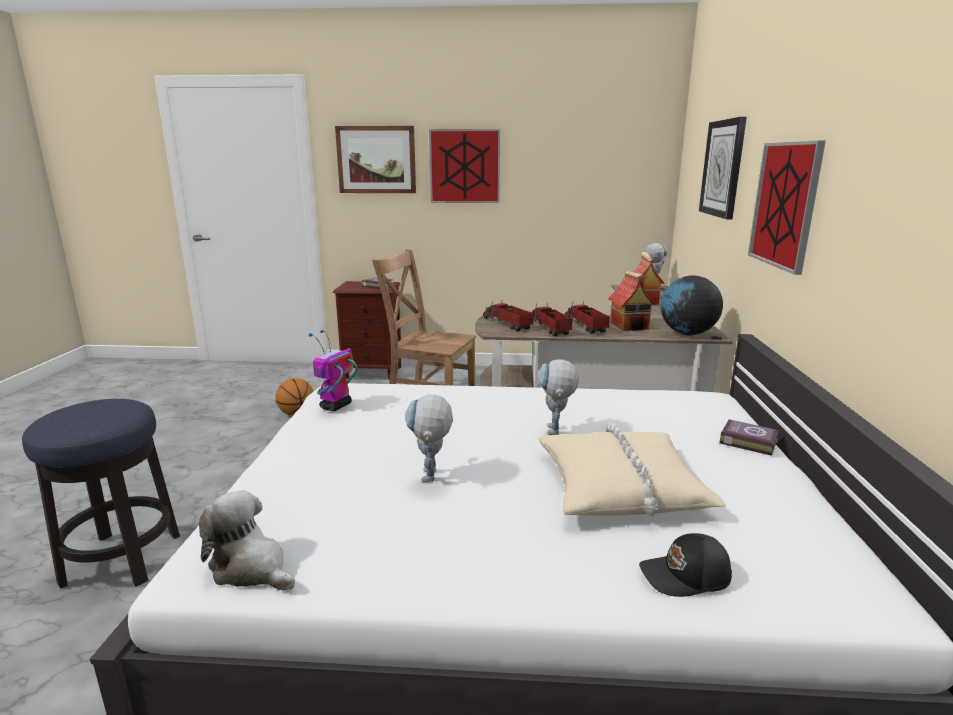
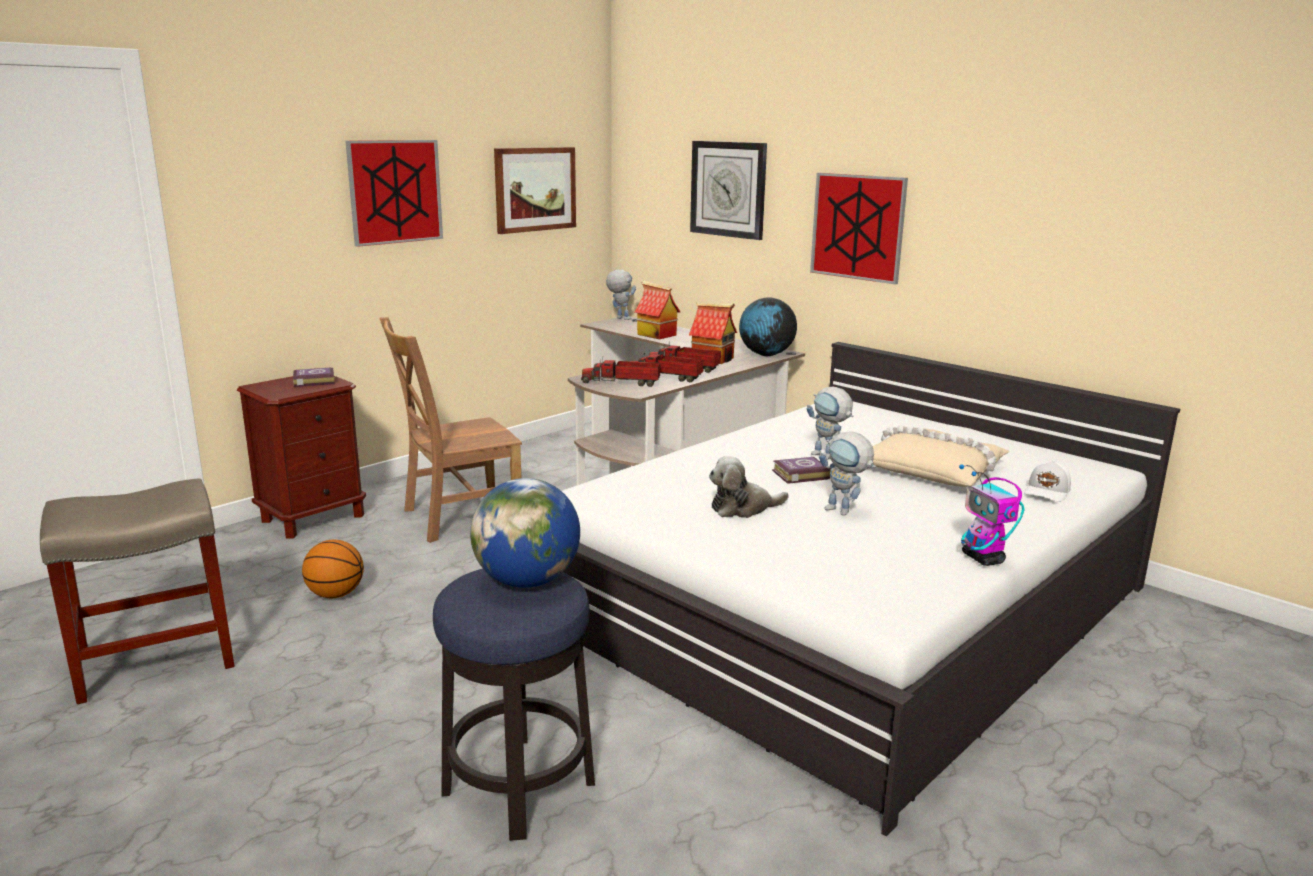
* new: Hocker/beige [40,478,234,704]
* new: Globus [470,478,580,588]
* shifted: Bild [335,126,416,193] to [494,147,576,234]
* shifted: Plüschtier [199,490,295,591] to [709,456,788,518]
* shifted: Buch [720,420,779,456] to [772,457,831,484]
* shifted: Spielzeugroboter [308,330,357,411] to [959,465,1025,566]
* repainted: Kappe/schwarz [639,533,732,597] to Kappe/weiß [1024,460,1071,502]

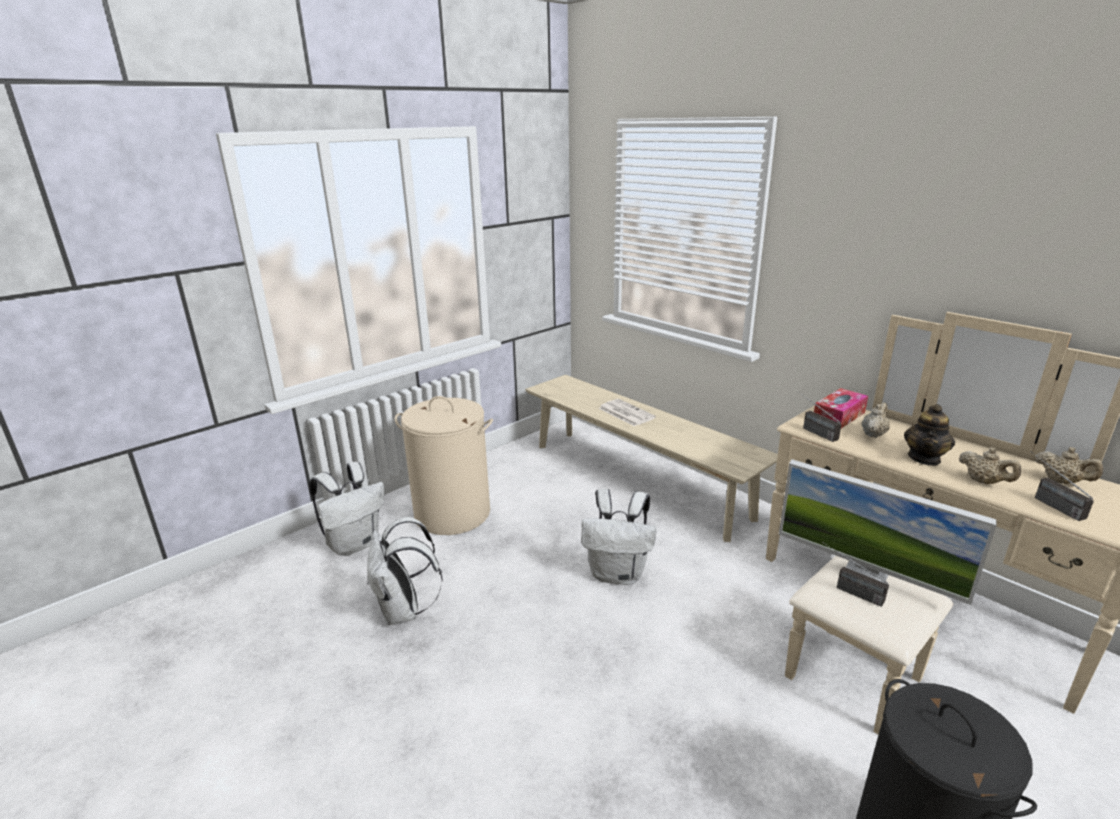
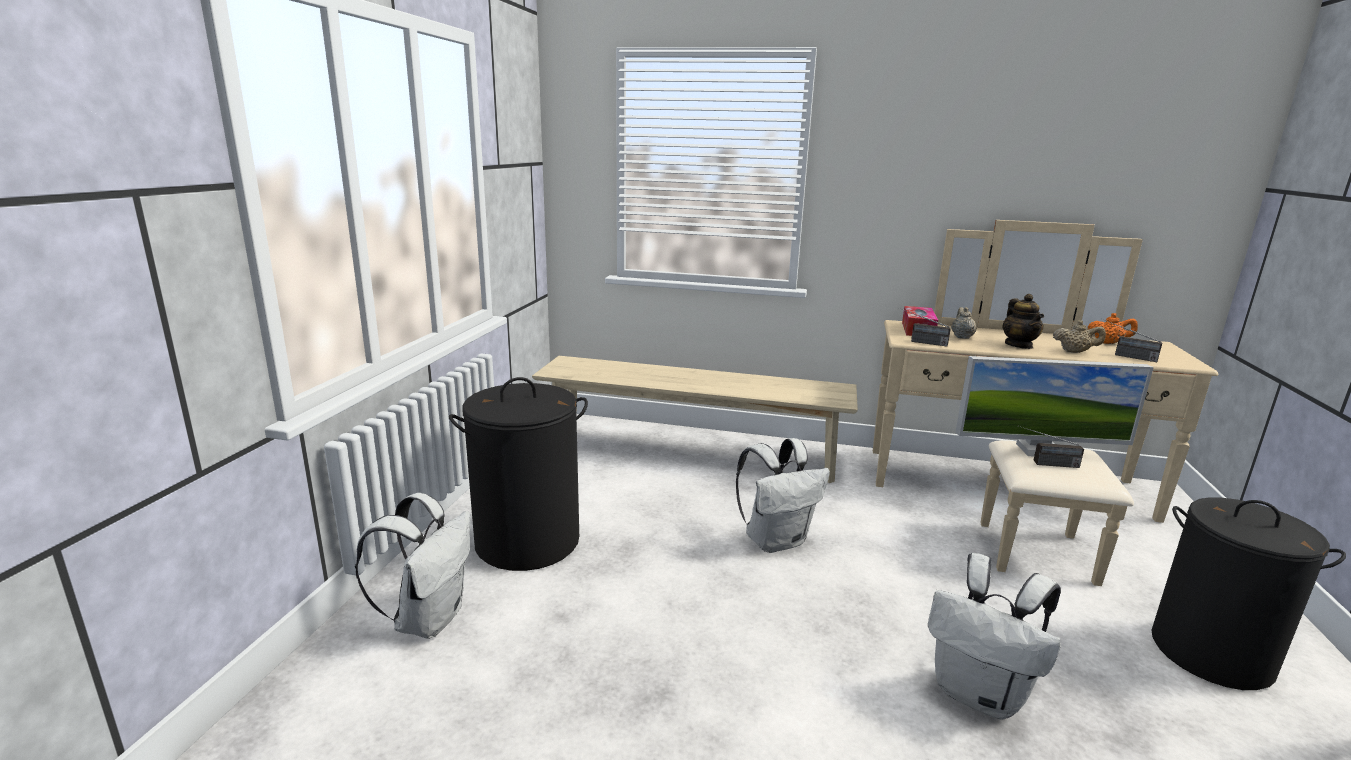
* repainted: Wäschekorb/beige [395,396,493,535] to Wäschekorb/schwarz [449,377,588,571]
* shifted: Rucksack/weiß [367,517,443,625] to [928,553,1061,720]
* repainted: Teekanne/beige [1035,447,1103,484] to Teekanne/orange [1088,313,1138,344]
* gone: Zeitung [599,399,656,426]

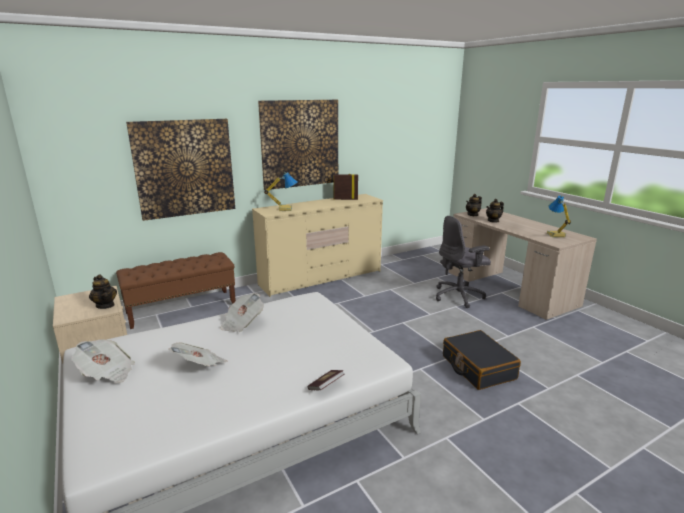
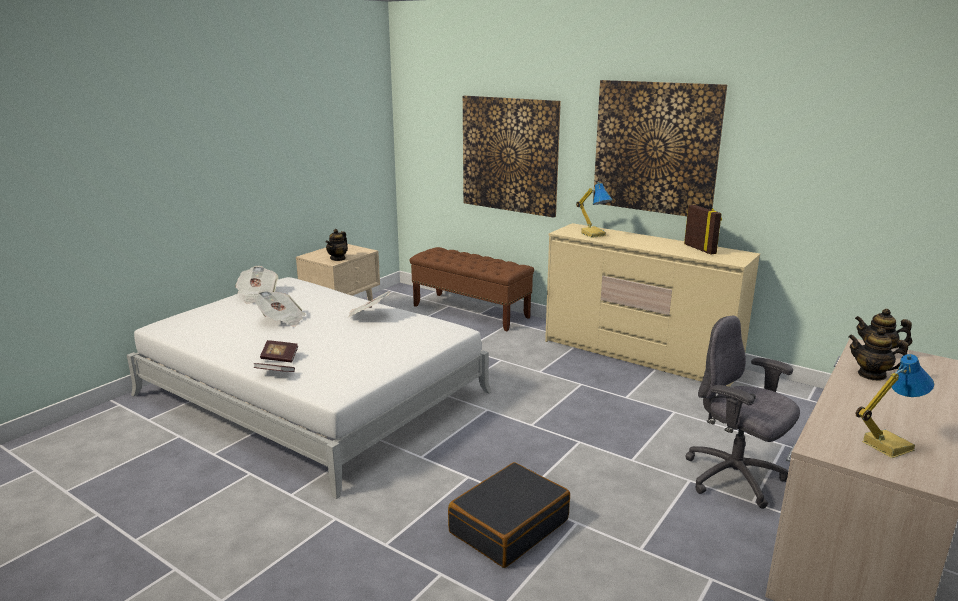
* new: Buch [260,340,298,362]

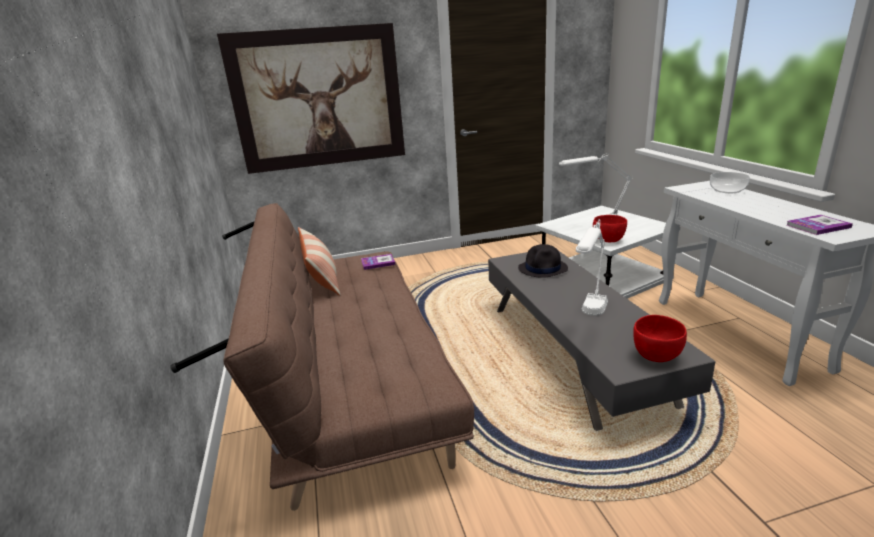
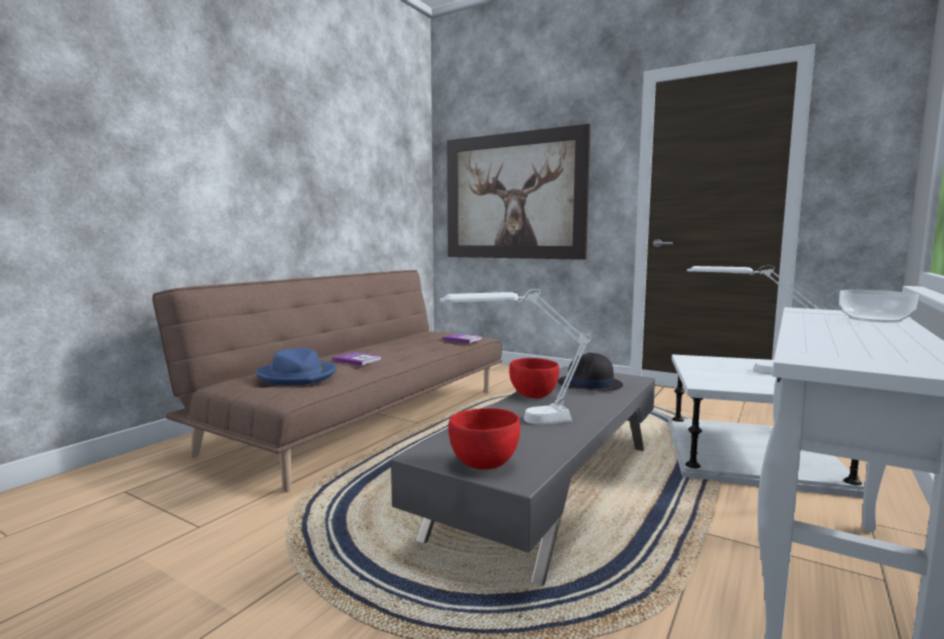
* new: Hut/blau [256,348,337,385]
* shifted: Buch [787,215,853,235] to [332,352,381,366]
* shifted: Schüssel/rot [593,215,627,242] to [509,358,559,398]
* gone: Kissen [298,227,340,295]

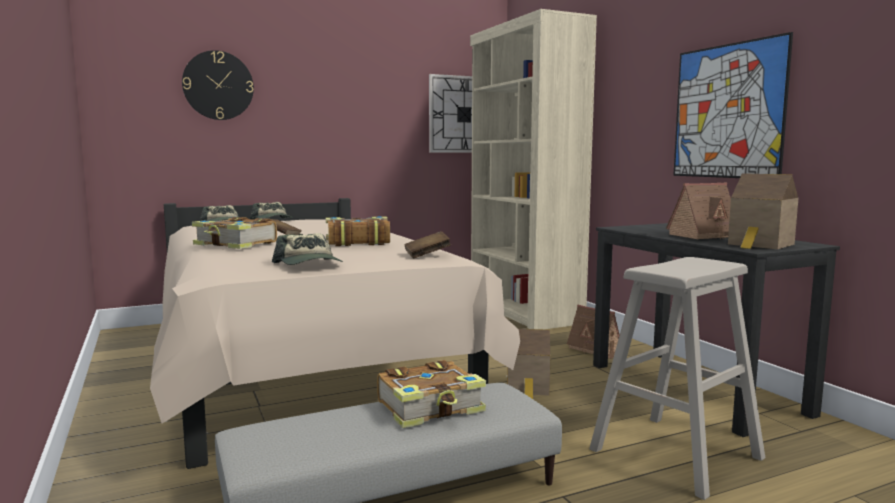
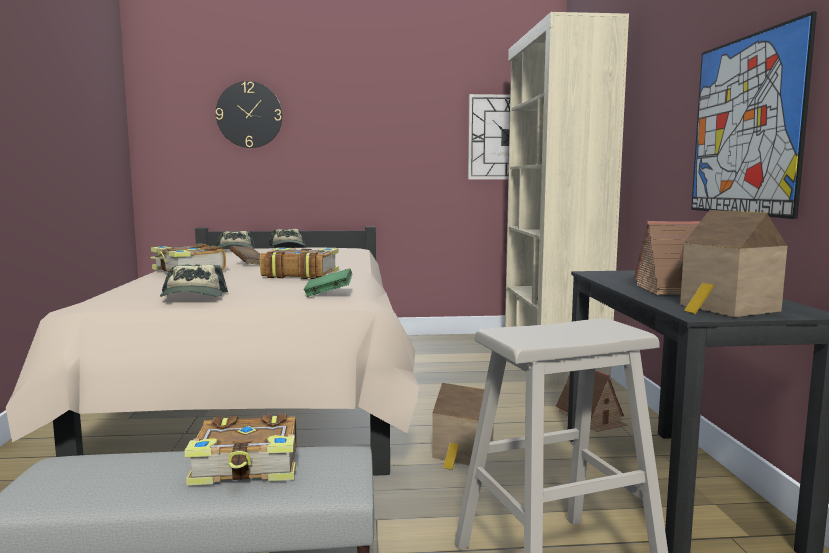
* repainted: Buch/braun [404,231,451,258] to Buch/grün [304,268,353,297]

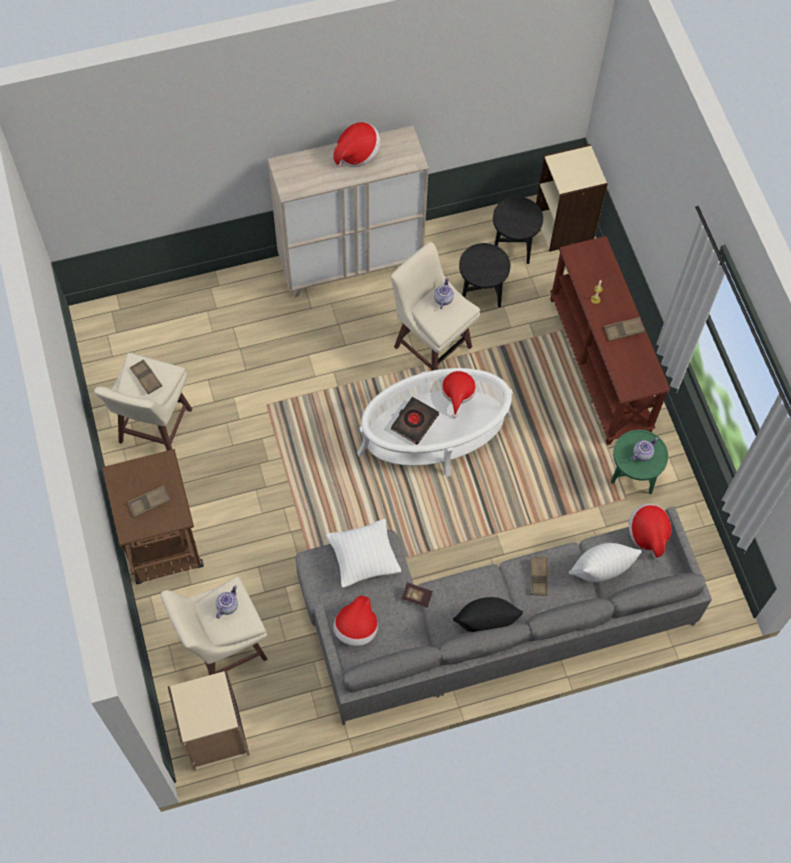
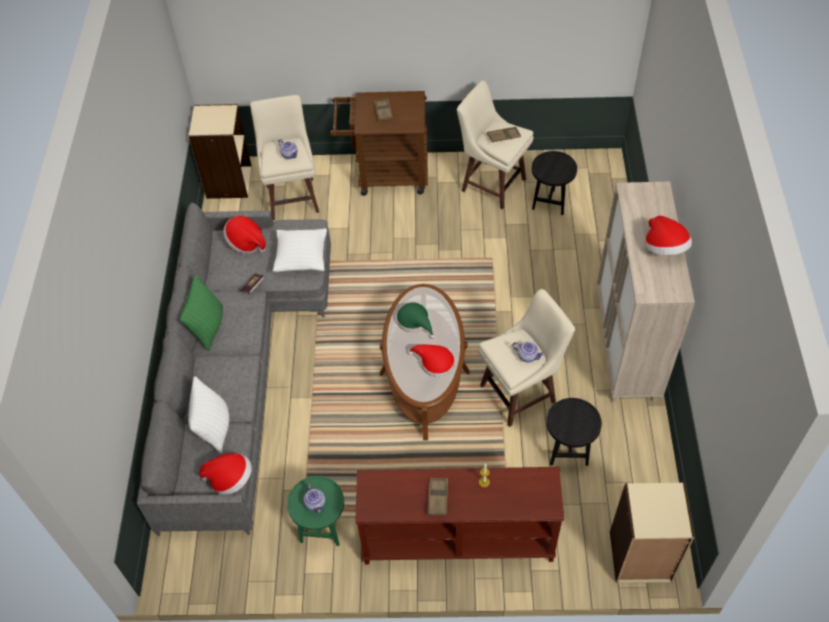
* repainted: Kissen/schwarz [453,597,523,632] to Kissen/grün [180,275,223,351]
* repainted: Couchtisch/weiß [357,368,513,477] to Couchtisch/braun [380,284,470,440]
* swapped: Buch/schwarz [391,397,439,445] to Hut/grün [396,302,435,339]
* shifted: Beistelltisch/schwarz [493,197,543,264] to [532,151,577,215]
* gone: Tablett/braun [530,556,548,596]

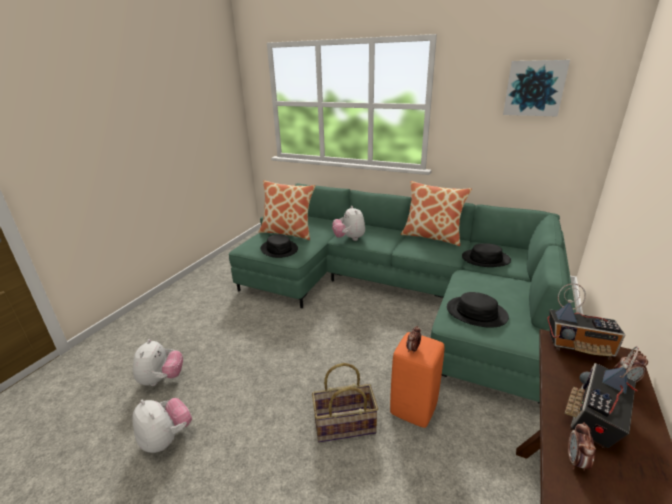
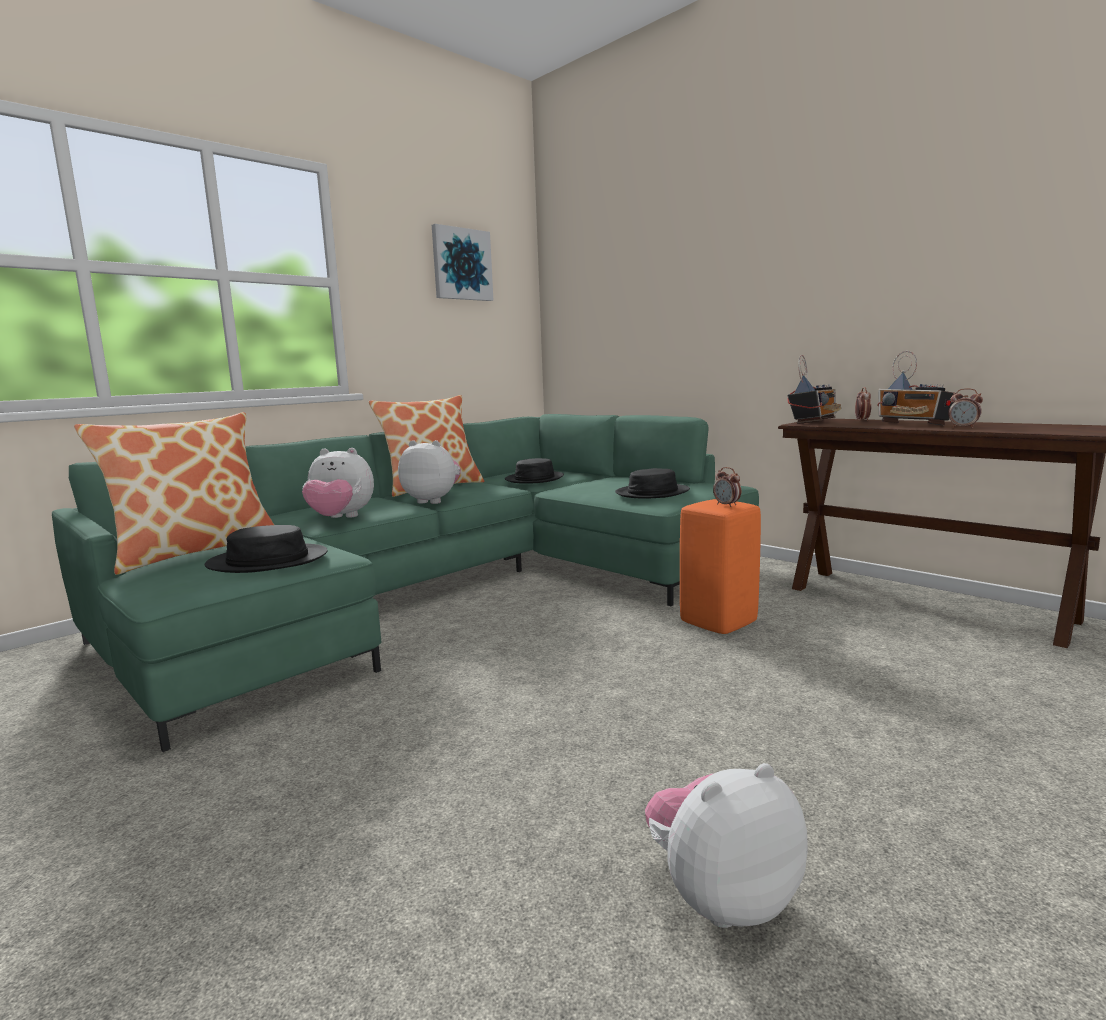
* shifted: Plüschtier [133,339,183,386] to [398,440,461,504]
* gone: Korb [312,363,378,442]

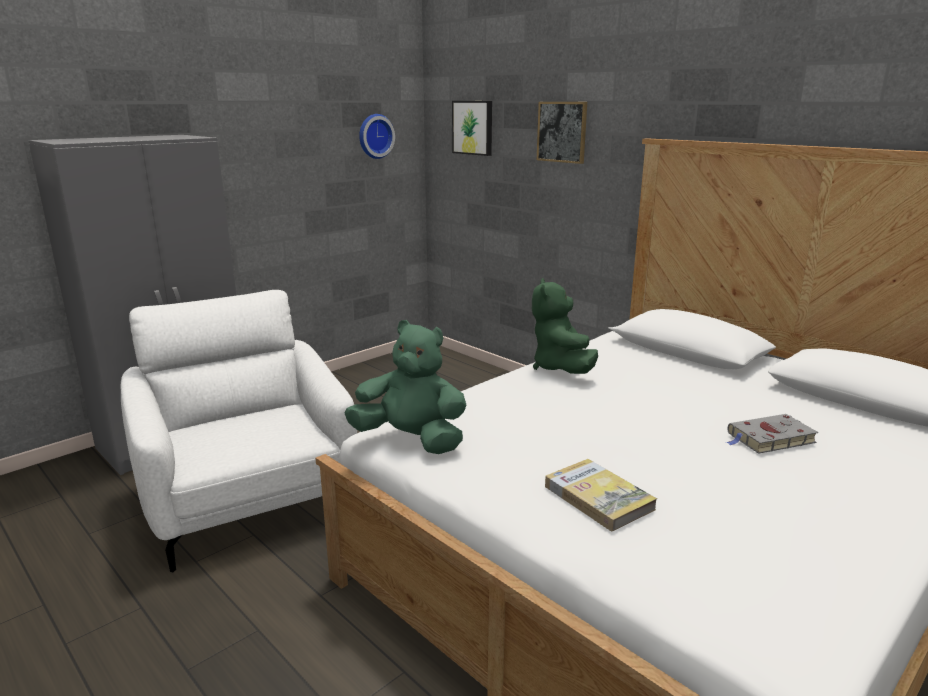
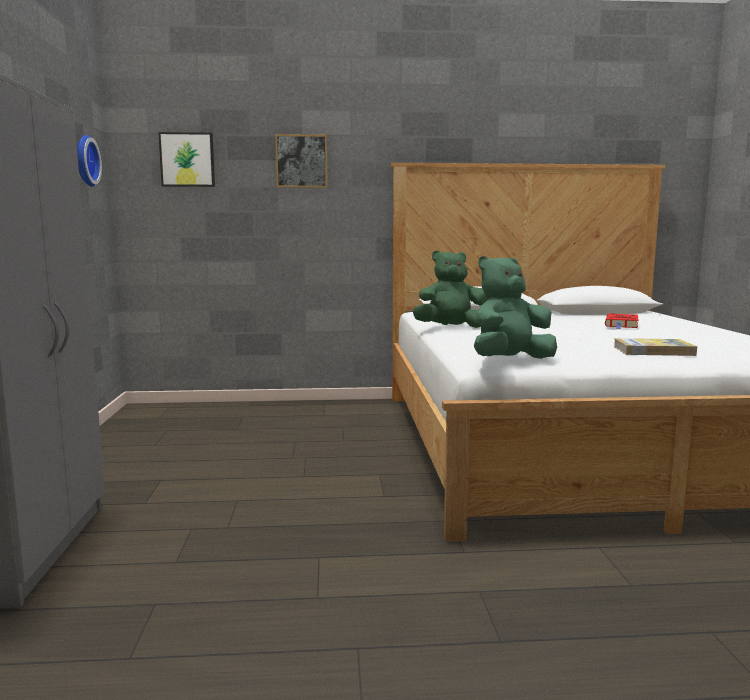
* rotated: Plüschtier/grün [532,278,598,374] = [413,250,487,328] 135 degrees clockwise
* repainted: Buch/grau [726,414,818,454] to Buch/rot [605,313,638,329]
* gone: Sessel/weiß [121,290,357,572]

